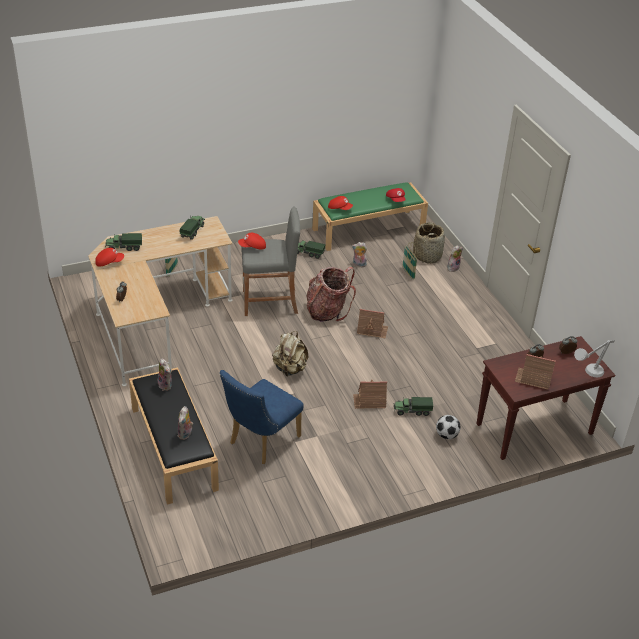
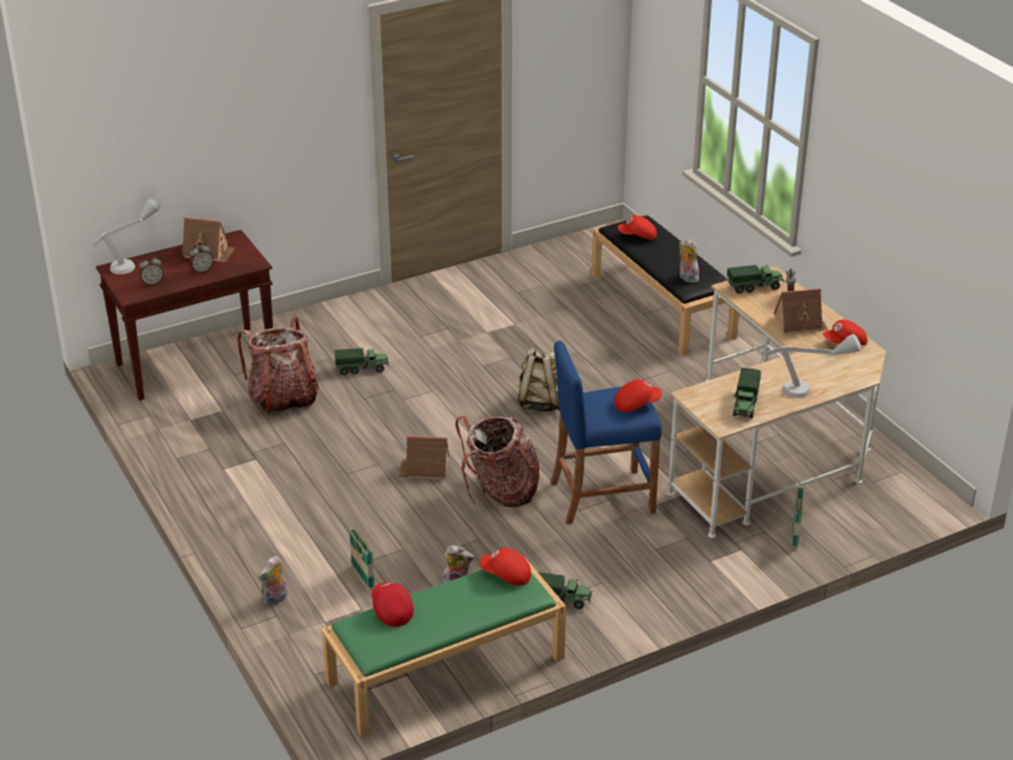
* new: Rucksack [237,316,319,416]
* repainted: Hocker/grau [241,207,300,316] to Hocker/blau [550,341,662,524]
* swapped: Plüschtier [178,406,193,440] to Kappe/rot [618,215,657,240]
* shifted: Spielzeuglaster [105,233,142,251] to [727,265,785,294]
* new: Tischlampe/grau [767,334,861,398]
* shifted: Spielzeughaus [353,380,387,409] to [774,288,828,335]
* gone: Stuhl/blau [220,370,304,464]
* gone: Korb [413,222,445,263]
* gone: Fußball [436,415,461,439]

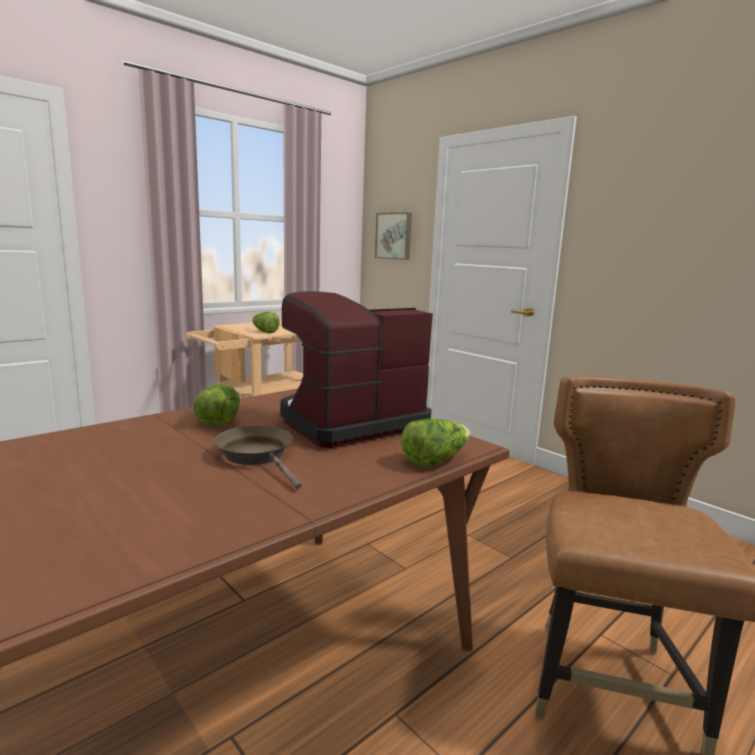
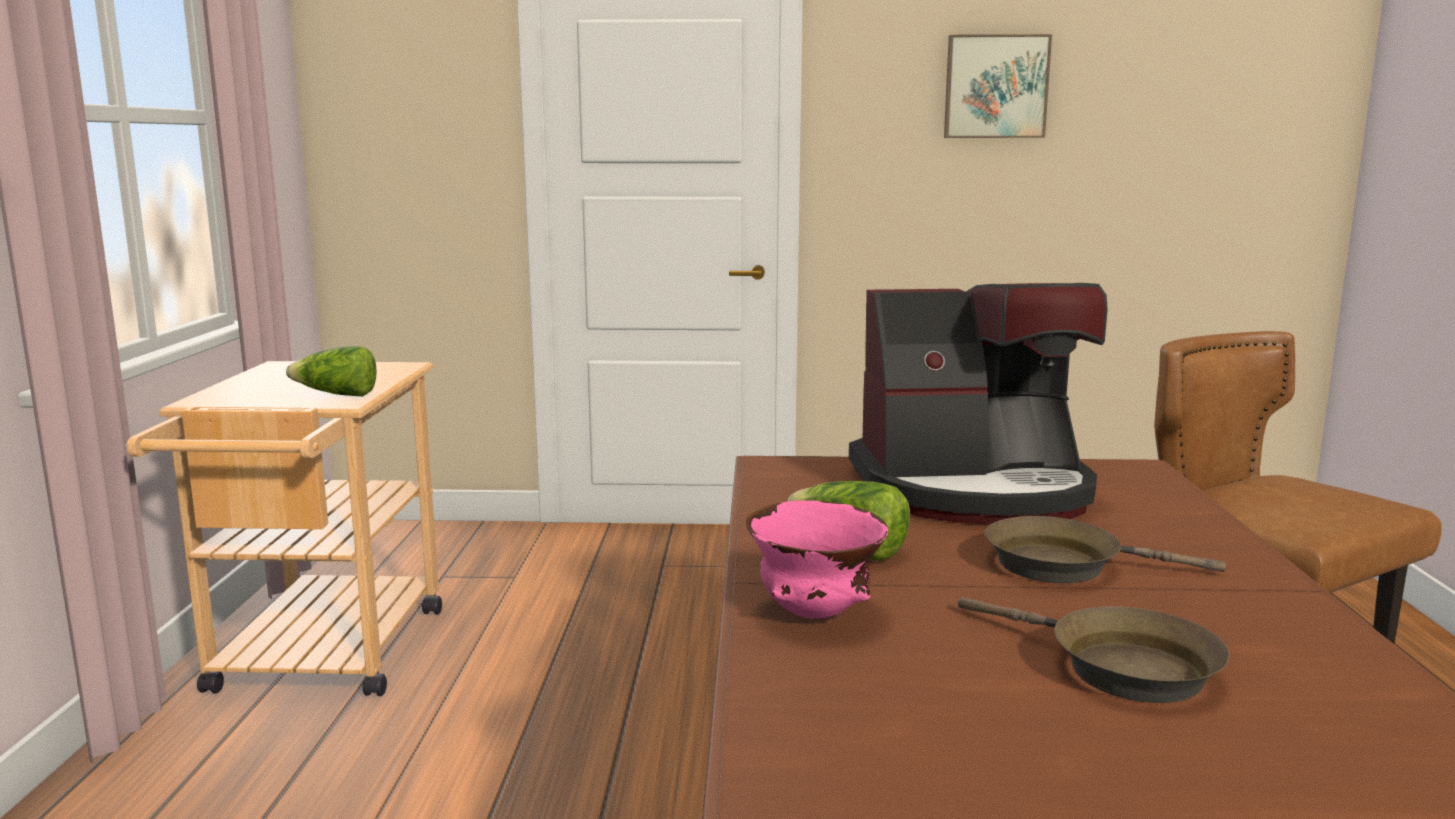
* new: Schüssel/rosa [746,500,888,618]
* rotated: Kaffeemaschine [280,291,433,448] = [849,283,1108,524] 105 degrees counterclockwise
* shifted: Bild [375,212,412,260] to [944,34,1052,138]
* new: Pfanne/braun [958,597,1230,703]
* gone: Salatkopf [401,418,470,467]

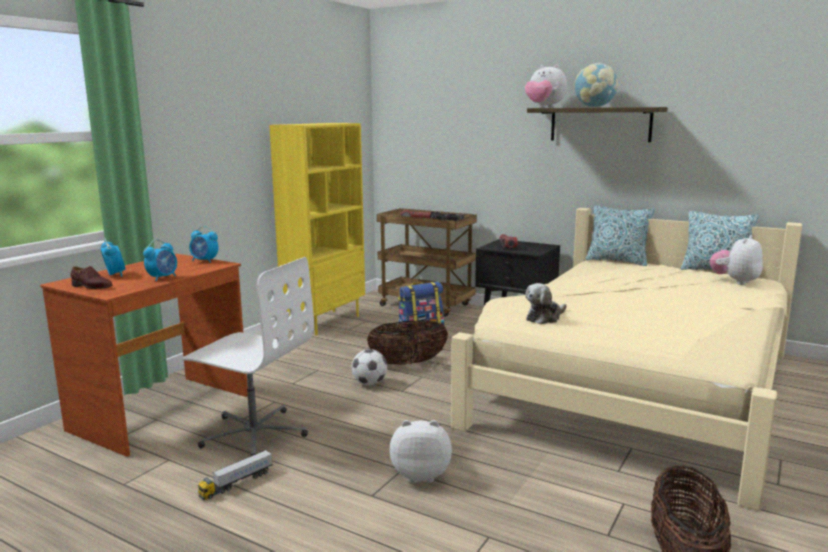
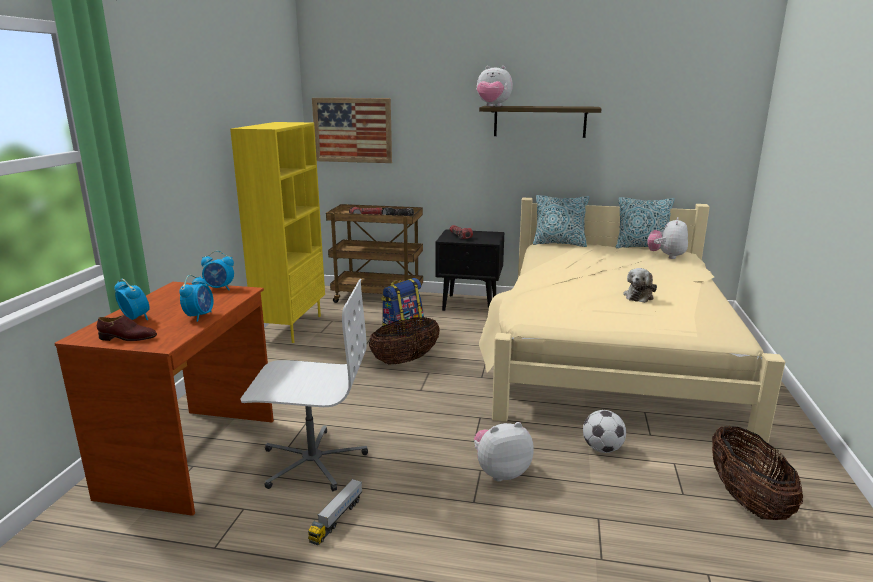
* new: Bild [312,98,392,163]
* shifted: Fußball [351,349,387,385] to [583,410,626,453]
* shifted: Plüschtier [525,283,566,325] to [623,268,657,303]
* gone: Globus [575,63,618,107]

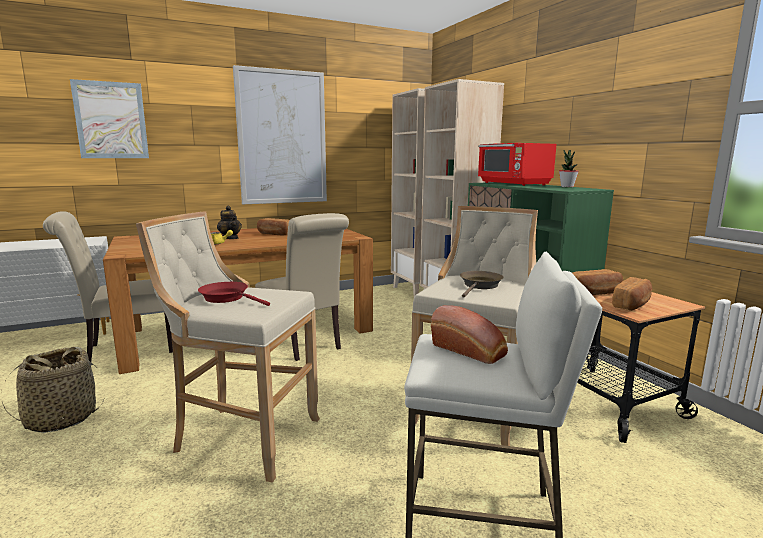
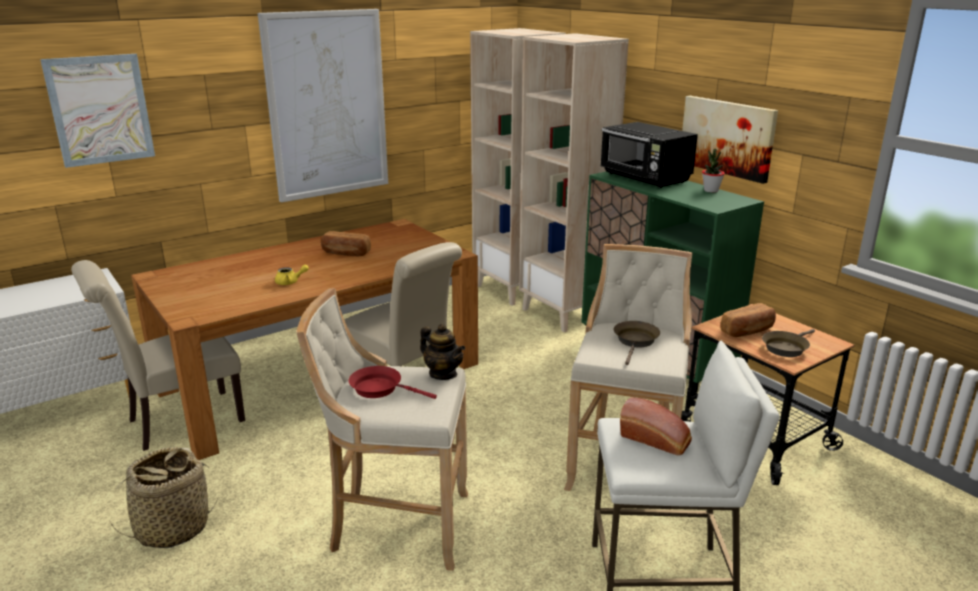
* shifted: Teekanne [217,206,242,239] to [420,324,465,380]
* repainted: Mikrowelle/rot [478,143,557,186] to Mikrowelle/schwarz [600,122,698,188]
* new: Bild [682,96,778,184]
* swapped: Brot [612,277,652,311] to Pfanne/braun [762,329,815,357]

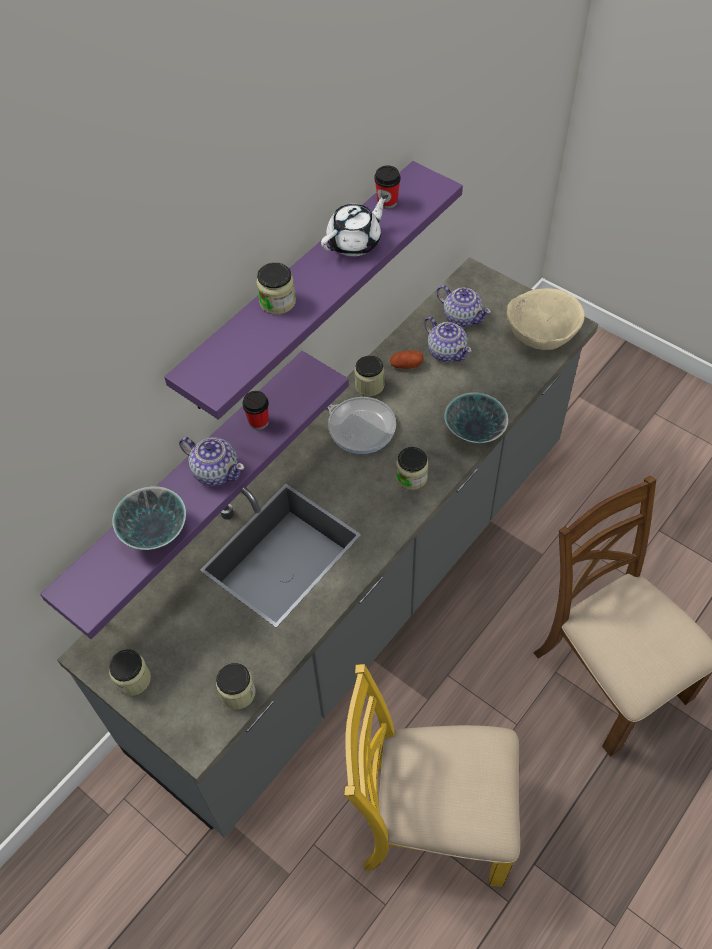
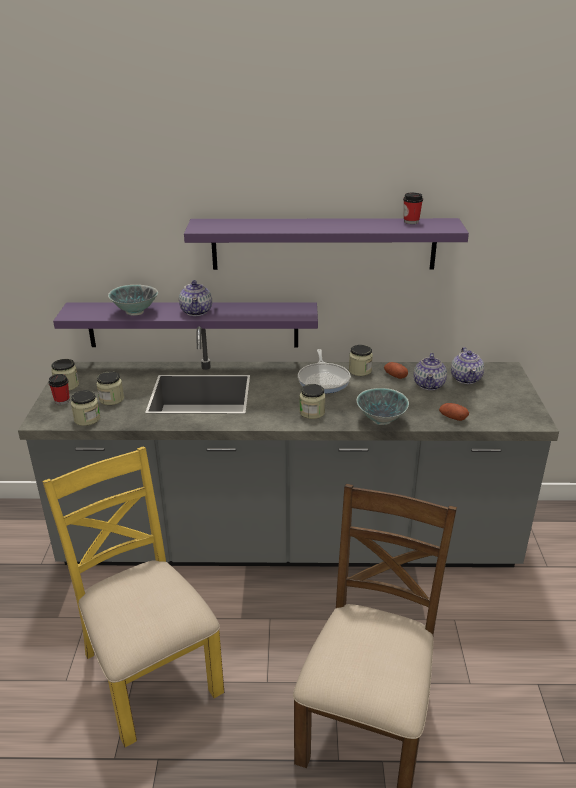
* shifted: Tasse [242,391,269,430] to [49,374,70,405]
* shifted: Vorratsglas [256,263,296,314] to [96,371,124,405]
* new: Kartoffel [439,403,469,421]
* gone: Teekanne/weiß [321,195,388,256]
* gone: Schüssel/beige [507,288,585,350]

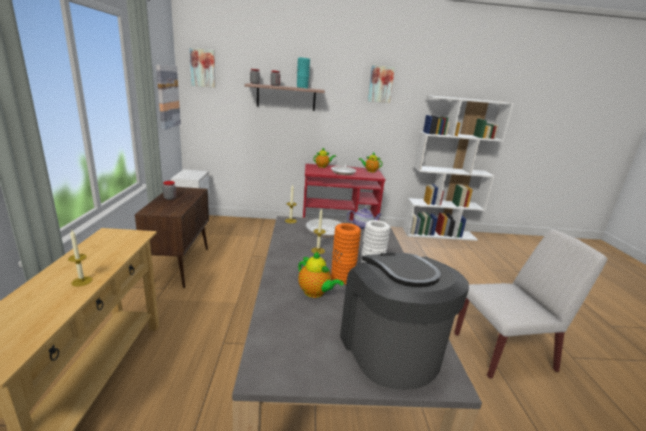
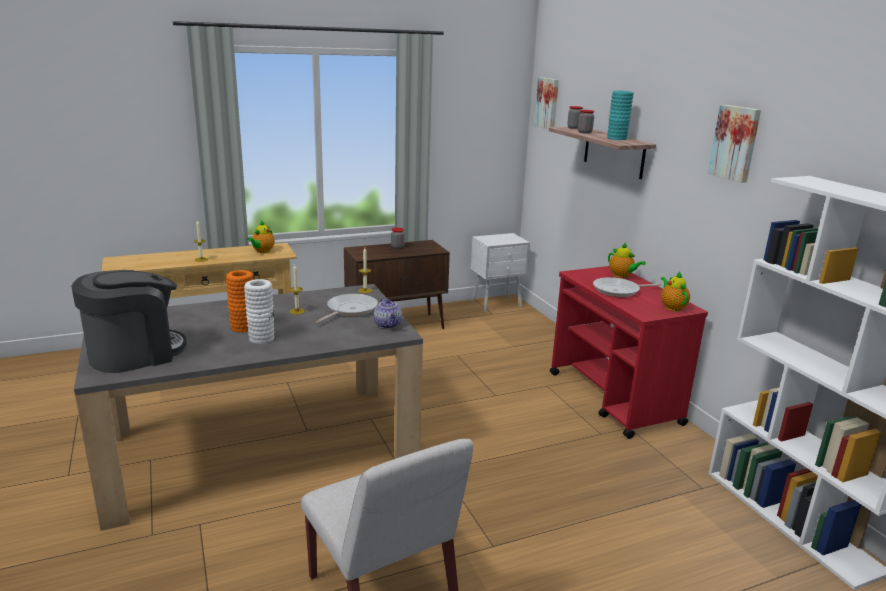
* shifted: Teekanne [298,252,344,298] to [247,220,275,253]
* gone: Bild [156,65,181,130]

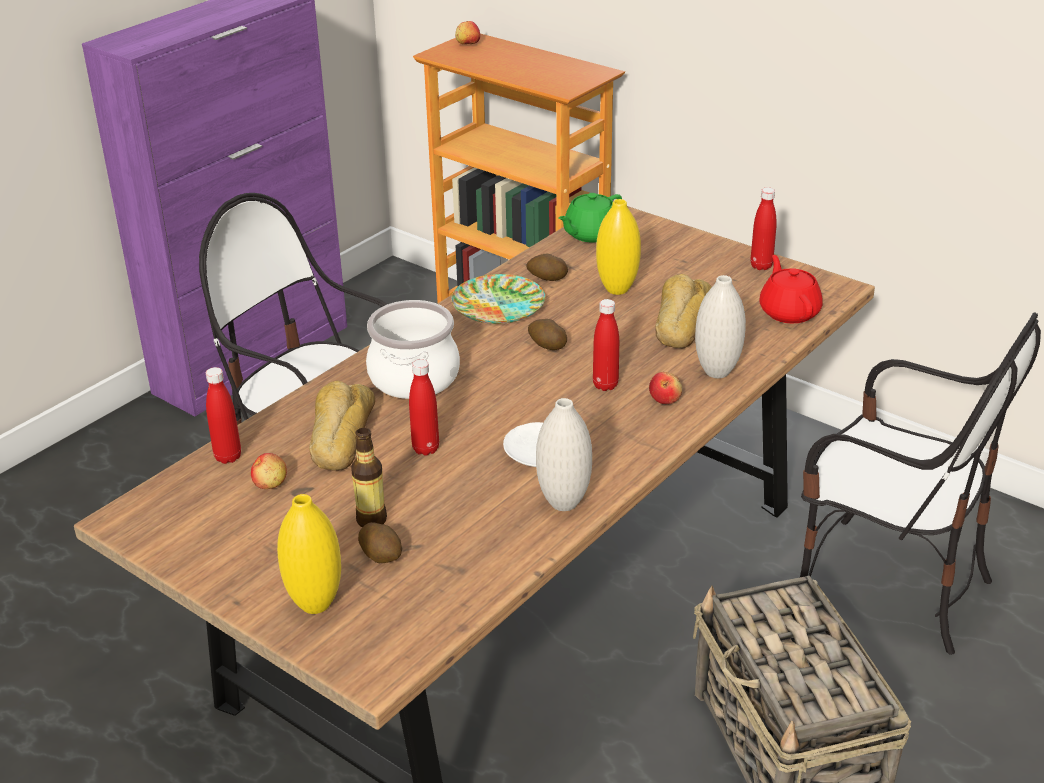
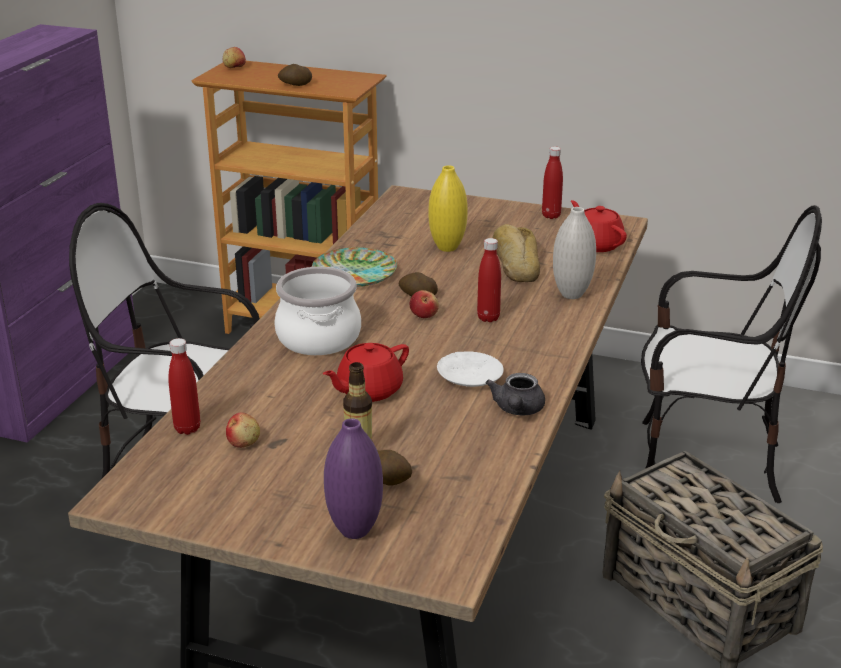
* shifted: Kartoffel [526,253,568,281] to [278,64,312,86]
* swapped: Flasche/rot [409,359,439,456] to Teekanne/rot [323,343,409,402]
* repainted: Vase/gelb [277,494,341,614] to Vase/lila [324,418,383,539]
* shifted: Apfel [649,372,682,404] to [409,290,439,318]
* swapped: Vase/weiß [536,398,592,511] to Teekanne/grau [486,373,545,415]
* gone: Brot [309,380,375,471]
* gone: Teekanne/grün [558,193,622,243]

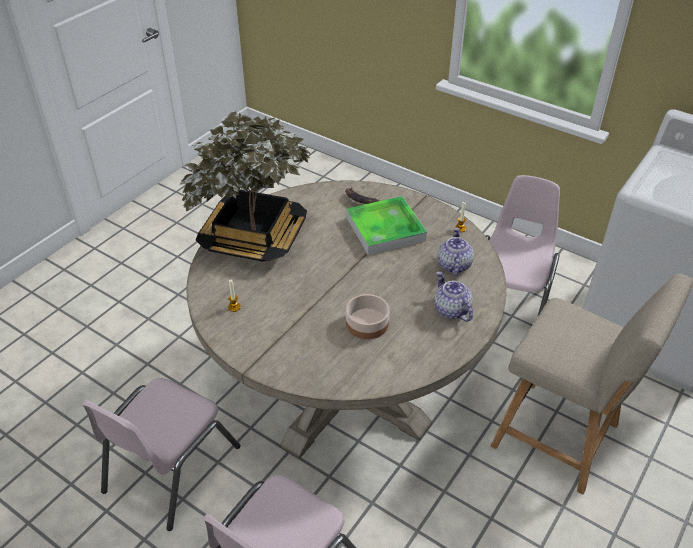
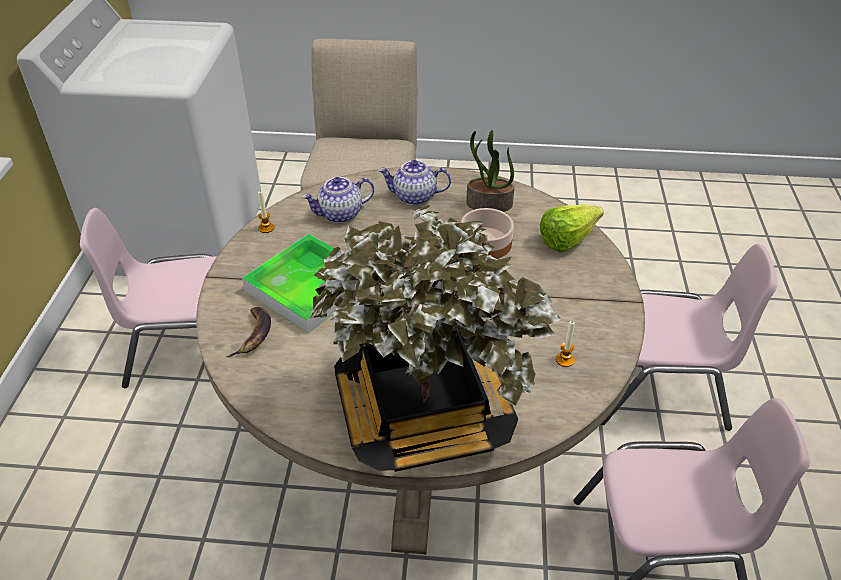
* rotated: Teekanne [434,272,473,322] = [378,160,451,205] 60 degrees clockwise
* new: Topfpflanze [466,130,514,212]
* new: Salatkopf [540,204,604,253]

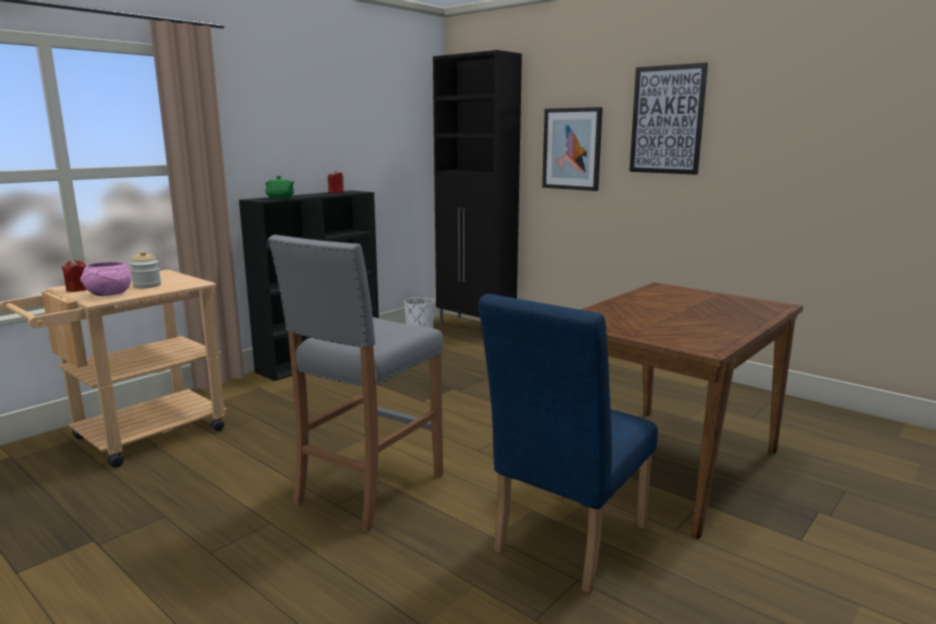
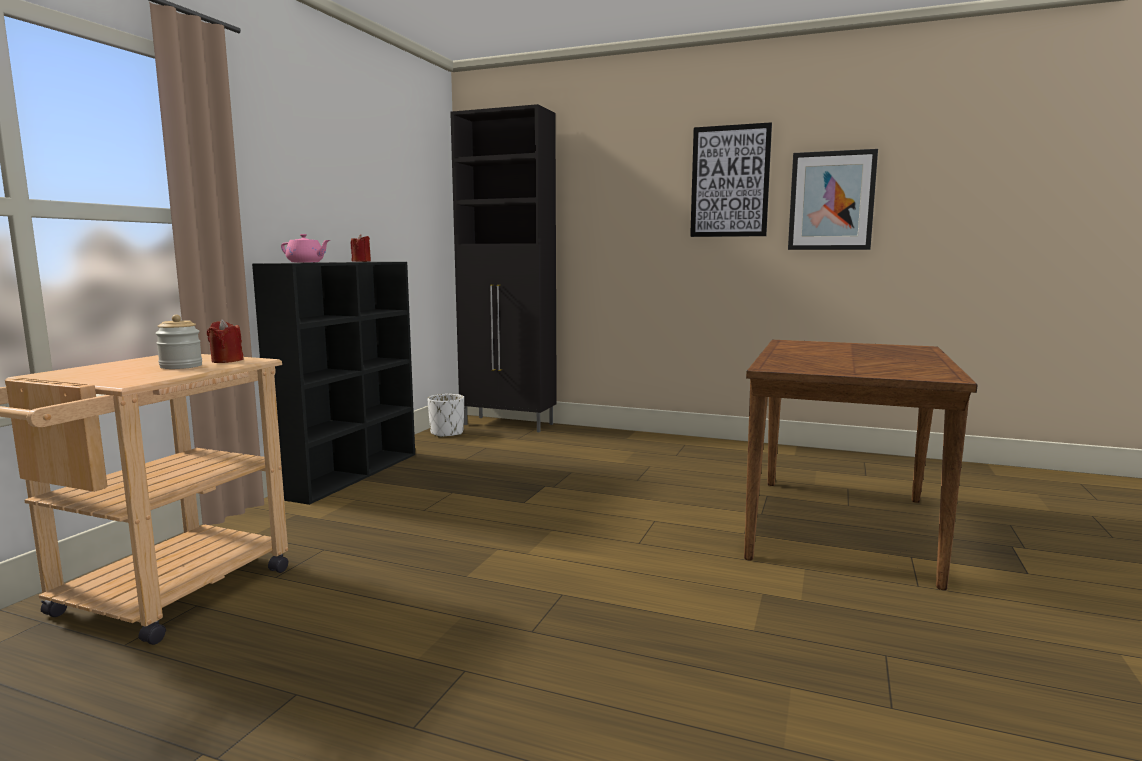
* shifted: Kerze/rot [62,259,87,292] to [207,319,244,363]
* repainted: Teekanne/grün [266,176,294,198] to Teekanne/rosa [281,234,330,263]
* shifted: Bild [542,107,603,191] to [788,149,878,250]
* gone: Schüssel/rosa [80,262,131,296]
* gone: Hocker/grau [268,235,444,532]
* gone: Stuhl/blau [478,294,658,594]

